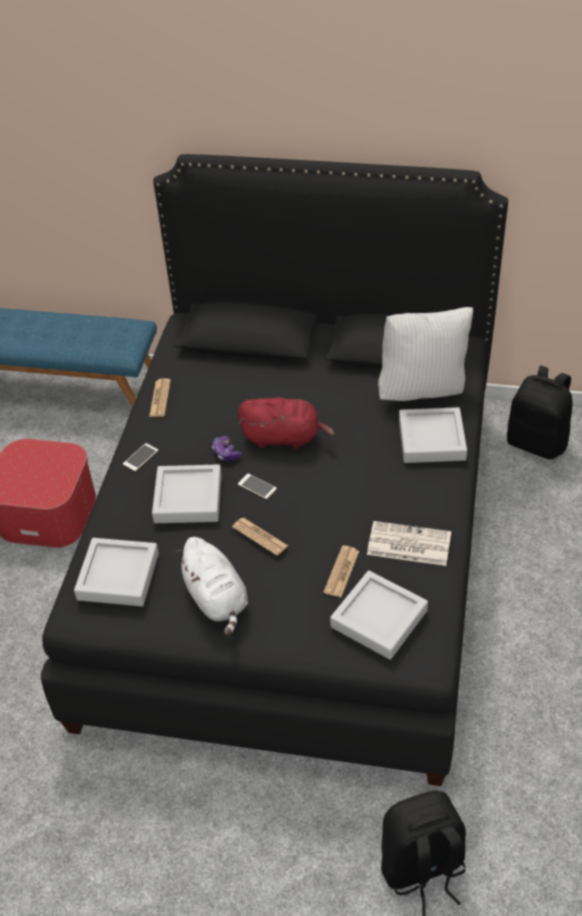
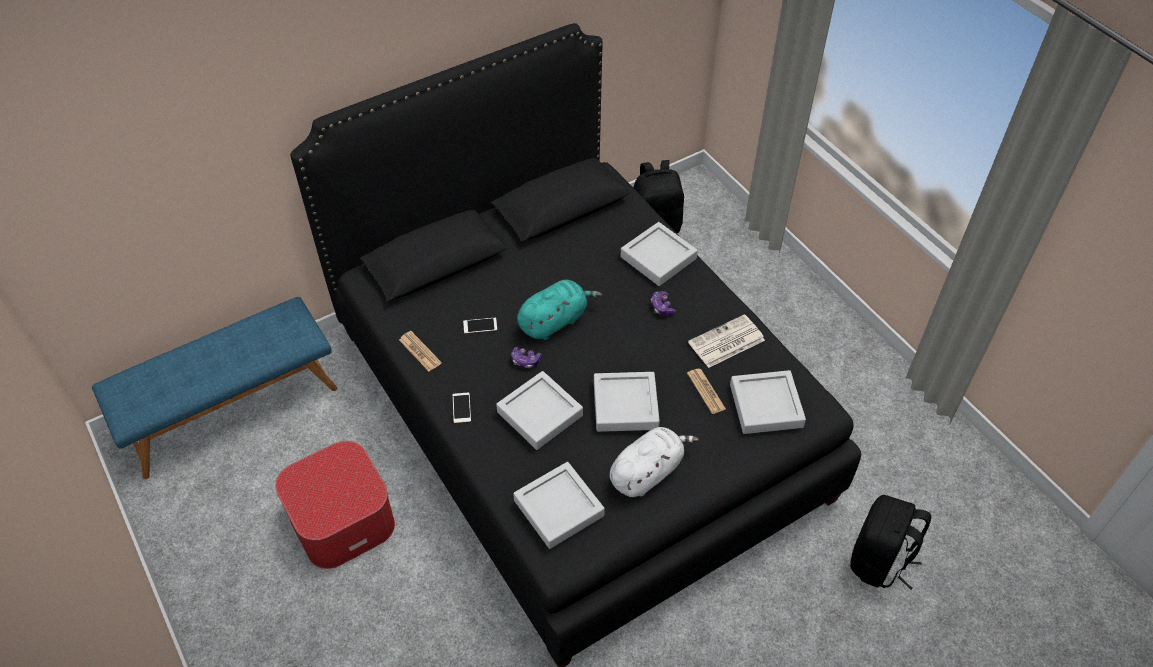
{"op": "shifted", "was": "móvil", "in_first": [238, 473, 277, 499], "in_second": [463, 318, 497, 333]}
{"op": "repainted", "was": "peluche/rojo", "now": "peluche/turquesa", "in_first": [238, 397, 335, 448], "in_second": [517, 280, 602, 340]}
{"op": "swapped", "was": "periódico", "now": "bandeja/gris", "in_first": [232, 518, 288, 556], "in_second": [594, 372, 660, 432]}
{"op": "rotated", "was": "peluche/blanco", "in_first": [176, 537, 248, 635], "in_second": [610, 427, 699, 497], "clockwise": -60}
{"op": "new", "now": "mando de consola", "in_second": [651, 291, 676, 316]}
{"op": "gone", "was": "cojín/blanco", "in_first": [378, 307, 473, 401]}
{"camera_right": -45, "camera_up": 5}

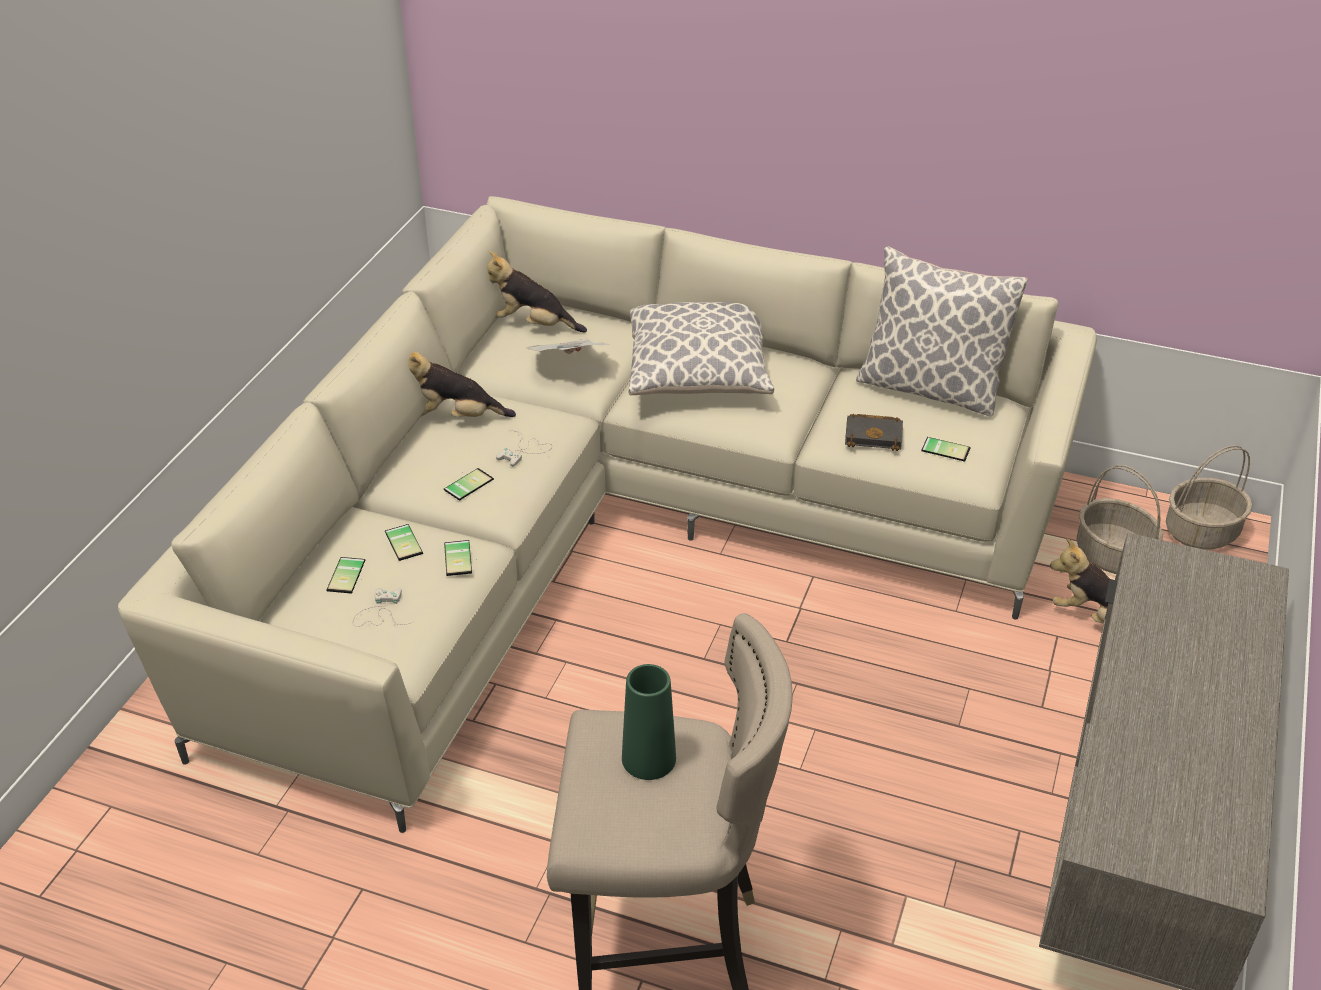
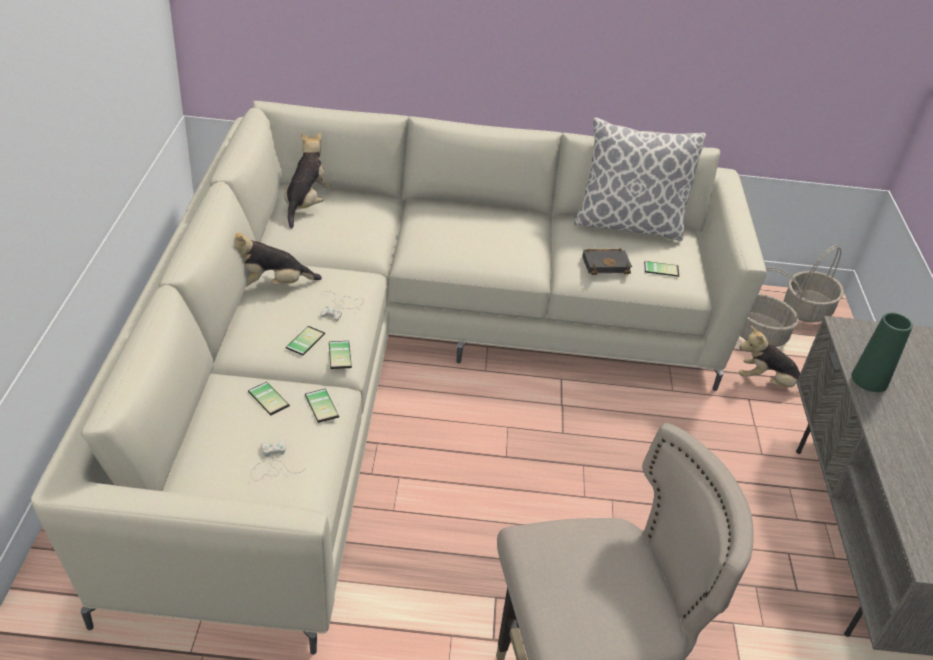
{"op": "rotated", "was": "peluche", "in_first": [488, 251, 587, 333], "in_second": [284, 133, 331, 229], "clockwise": 105}
{"op": "shifted", "was": "móvil", "in_first": [327, 557, 365, 594], "in_second": [329, 341, 352, 369]}
{"op": "shifted", "was": "florero/verde", "in_first": [622, 664, 676, 780], "in_second": [852, 312, 913, 392]}
{"op": "gone", "was": "periódico", "in_first": [527, 339, 608, 354]}
{"op": "gone", "was": "cojín", "in_first": [628, 302, 774, 395]}
{"camera_right": -20, "camera_up": 0}

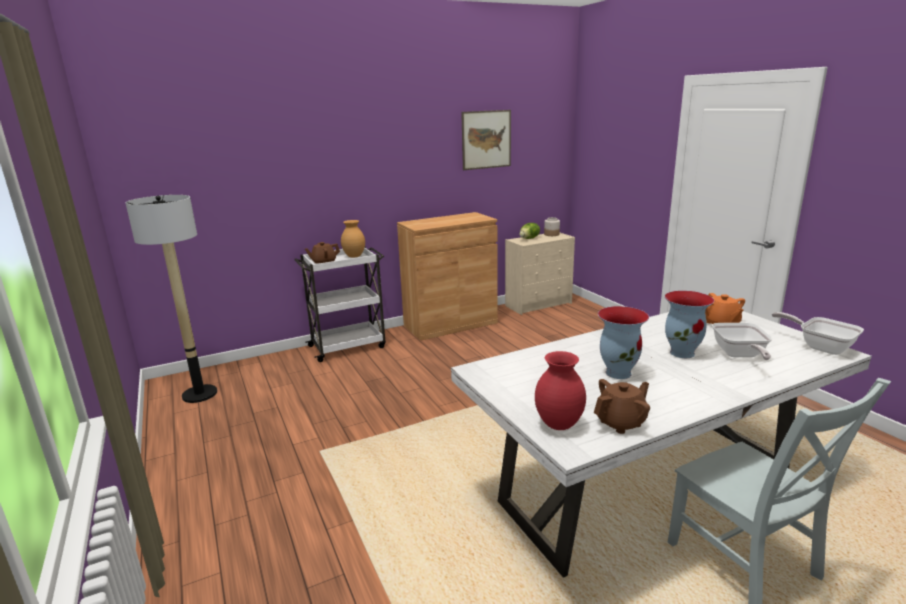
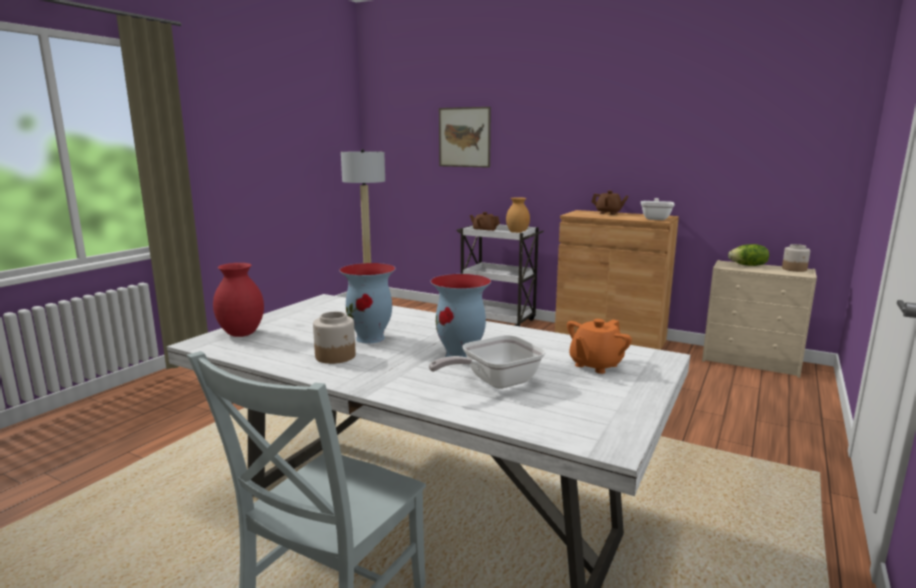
{"op": "new", "now": "tarro", "in_second": [313, 312, 356, 364]}
{"op": "shifted", "was": "cuadro", "in_first": [461, 110, 511, 170], "in_second": [439, 107, 491, 168]}
{"op": "shifted", "was": "tetera/marrón", "in_first": [594, 379, 650, 434], "in_second": [591, 191, 629, 215]}
{"op": "shifted", "was": "sartén", "in_first": [772, 312, 864, 355], "in_second": [641, 198, 675, 220]}
{"camera_right": 55, "camera_up": -5}

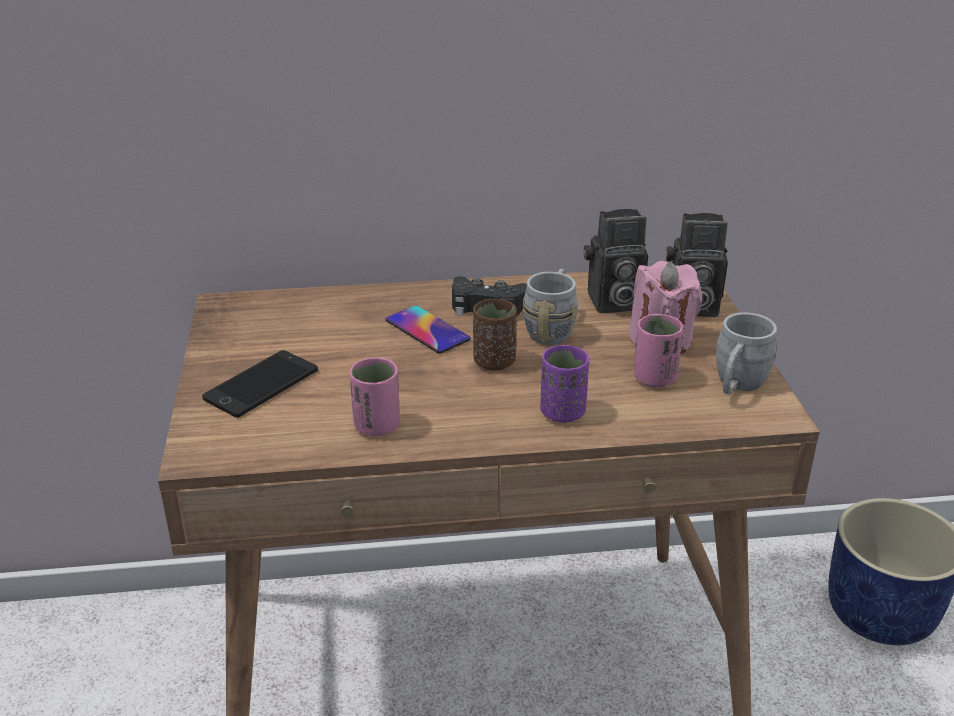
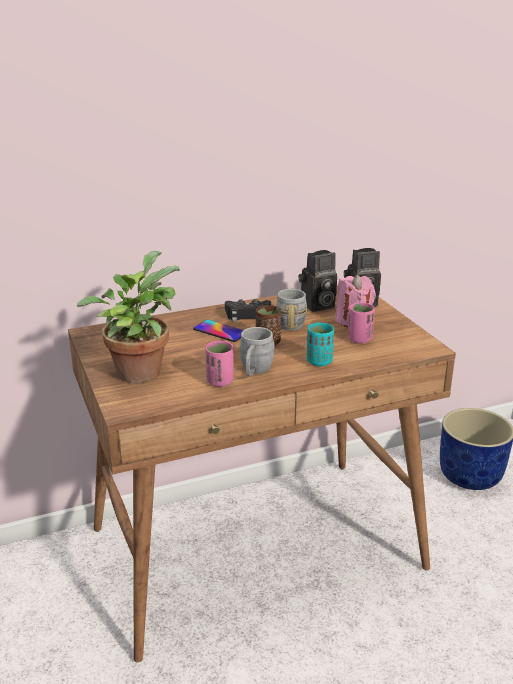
{"op": "swapped", "was": "móvil", "now": "planta en maceta", "in_first": [202, 350, 318, 418], "in_second": [77, 251, 180, 384]}
{"op": "shifted", "was": "taza grande/gris", "in_first": [716, 312, 778, 395], "in_second": [239, 327, 275, 376]}
{"op": "repainted", "was": "taza/morado", "now": "taza/turquesa", "in_first": [540, 345, 589, 423], "in_second": [307, 323, 334, 366]}
{"camera_right": -15, "camera_up": -5}

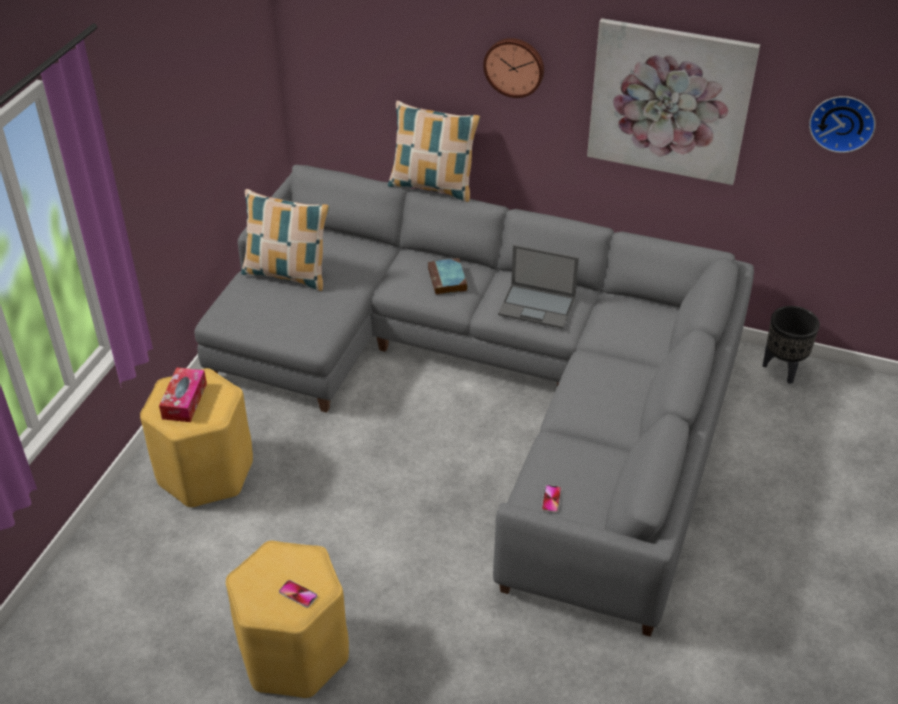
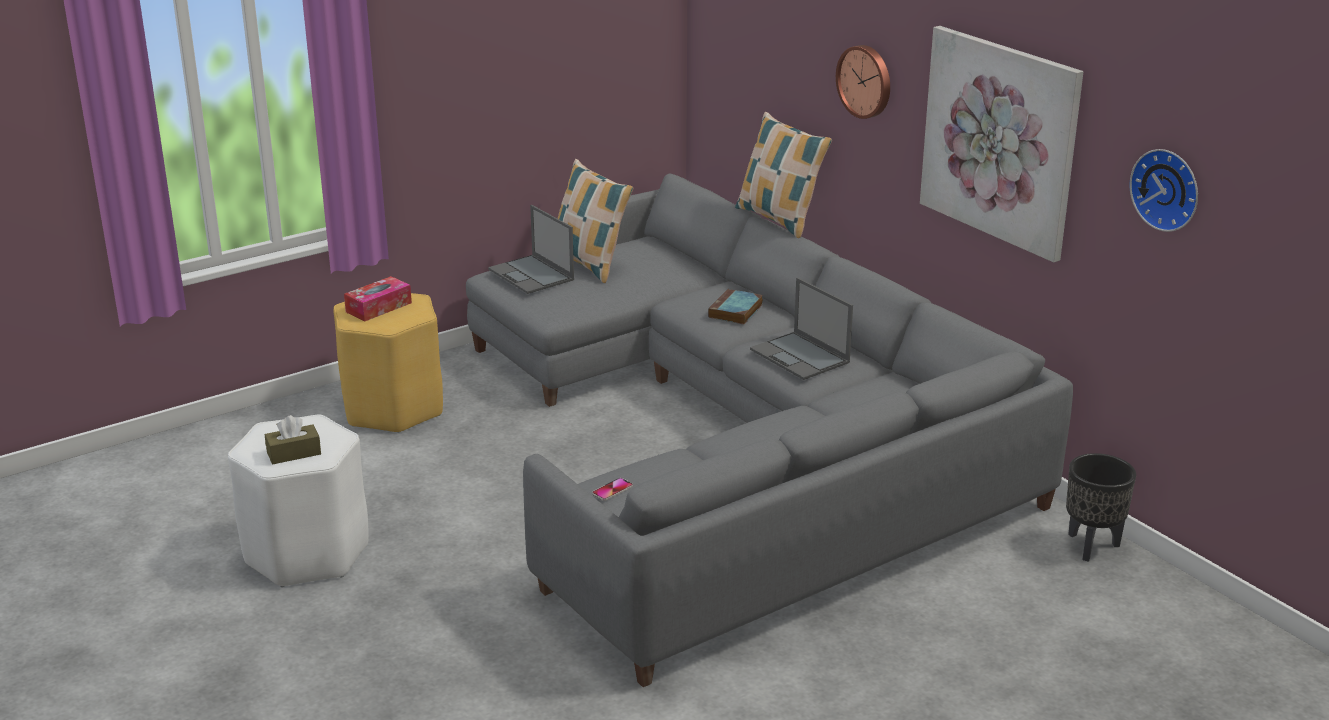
{"op": "repainted", "was": "taburete/amarillo", "now": "taburete/blanco", "in_first": [226, 541, 349, 698], "in_second": [228, 415, 369, 587]}
{"op": "swapped", "was": "móvil", "now": "caja de pañuelos/marrón", "in_first": [279, 580, 318, 608], "in_second": [265, 415, 321, 464]}
{"op": "new", "now": "portátil", "in_second": [488, 205, 574, 294]}
{"camera_right": 35, "camera_up": -15}

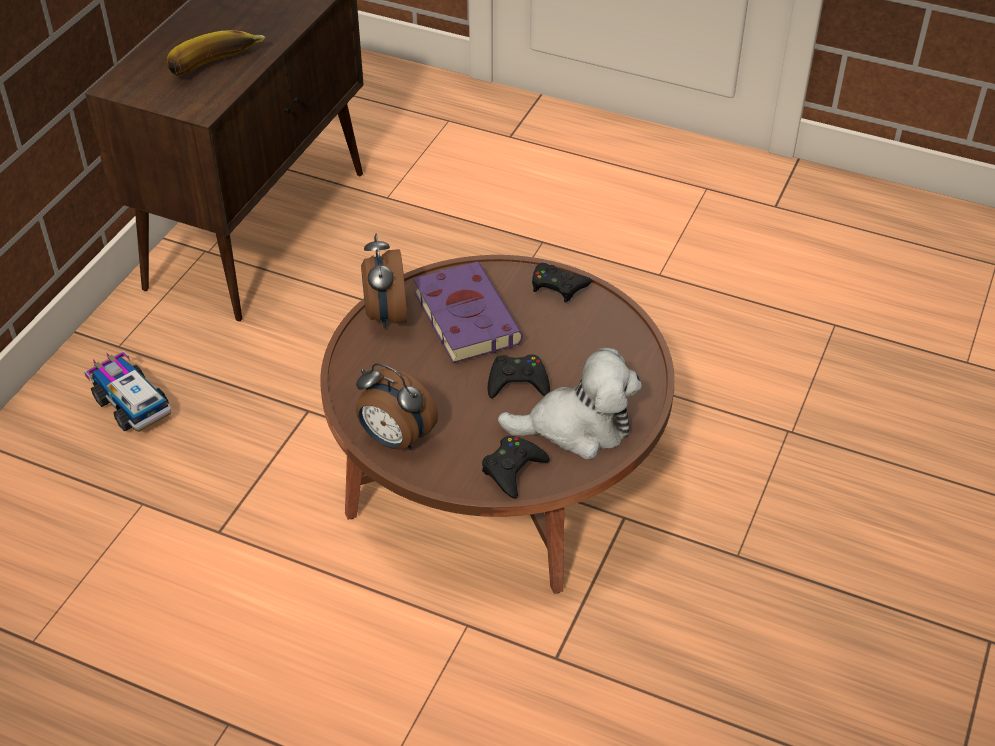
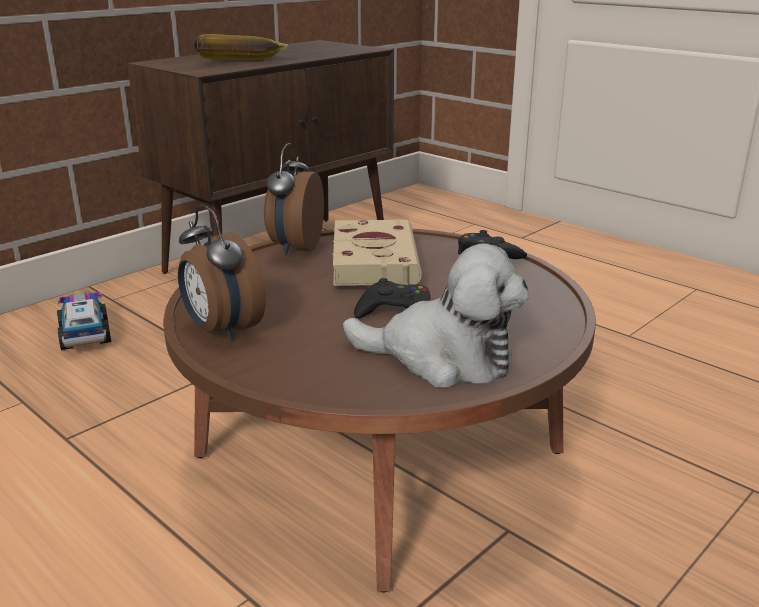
{"op": "repainted", "was": "libro/morado", "now": "libro/beis", "in_first": [413, 262, 523, 363], "in_second": [332, 219, 422, 286]}
{"op": "gone", "was": "mando de consola/negro", "in_first": [482, 436, 550, 499]}
{"camera_right": 20, "camera_up": -20}

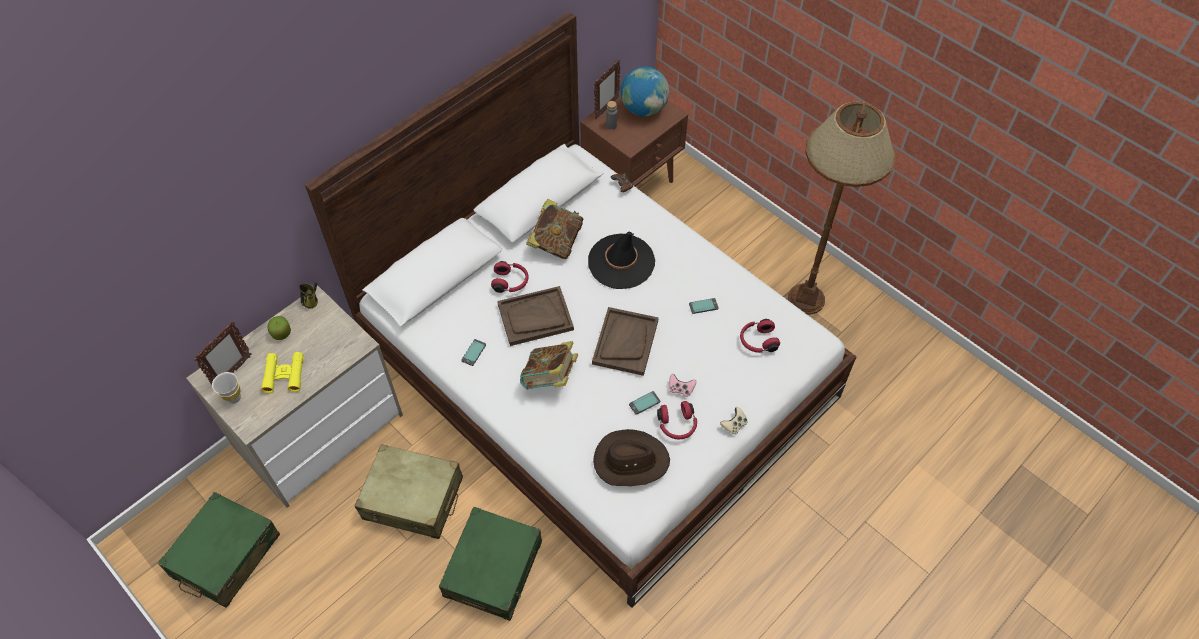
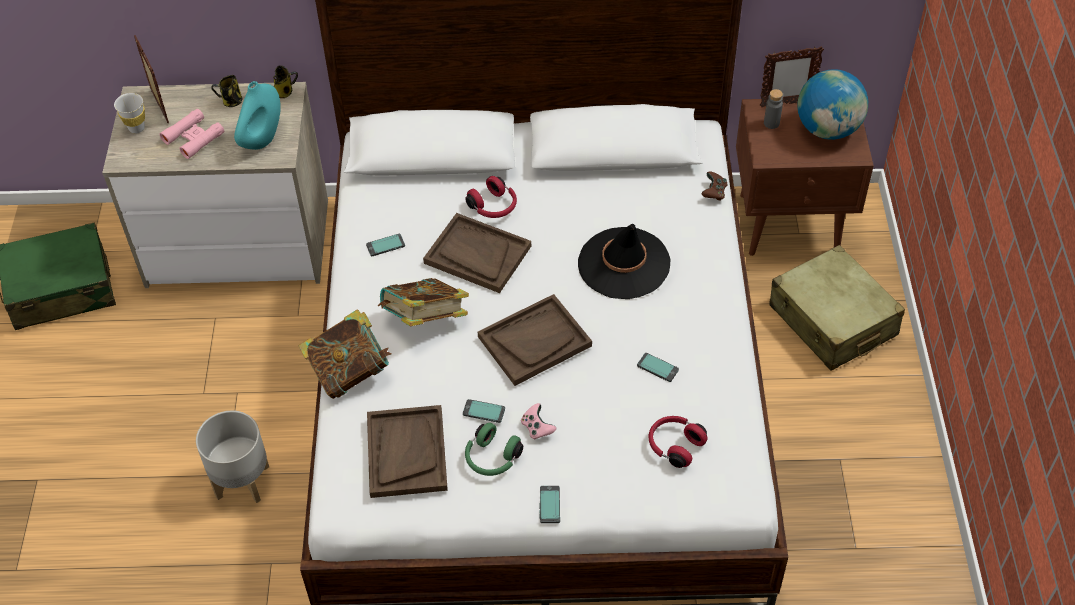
{"op": "rotated", "was": "portarretratos", "in_first": [194, 321, 251, 384], "in_second": [134, 35, 169, 123], "clockwise": -105}
{"op": "repainted", "was": "prismáticos/amarillo", "now": "prismáticos/rosa", "in_first": [261, 352, 304, 393], "in_second": [159, 109, 224, 159]}
{"op": "swapped", "was": "maleta/verde", "now": "maceta/gris", "in_first": [439, 507, 542, 621], "in_second": [196, 410, 269, 503]}
{"op": "swapped", "was": "manzana", "now": "taza grande", "in_first": [268, 316, 291, 340], "in_second": [211, 75, 243, 107]}
{"op": "new", "now": "florero/turquesa", "in_second": [234, 81, 281, 150]}
{"op": "shifted", "was": "libro", "in_first": [526, 199, 583, 259], "in_second": [298, 310, 392, 399]}
{"op": "swapped", "was": "sombrero/marrón", "now": "bandeja/marrón", "in_first": [593, 429, 670, 486], "in_second": [367, 405, 448, 498]}
{"op": "repainted", "was": "auriculares/rojo", "now": "auriculares/verde", "in_first": [657, 401, 697, 440], "in_second": [465, 423, 523, 476]}
{"op": "swapped", "was": "mando de consola/beis", "now": "móvil", "in_first": [720, 407, 748, 434], "in_second": [539, 486, 560, 523]}
{"op": "shifted", "was": "maleta/beis", "in_first": [355, 444, 463, 539], "in_second": [769, 245, 905, 371]}
{"op": "gone", "was": "lámpara de pie/marrón", "in_first": [788, 102, 895, 315]}
{"camera_right": 45, "camera_up": -5}

